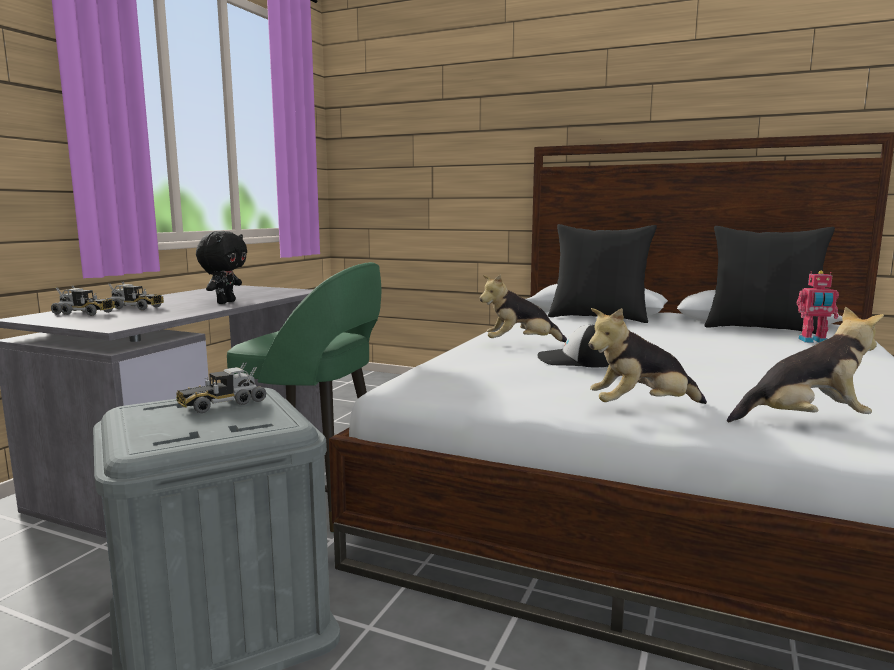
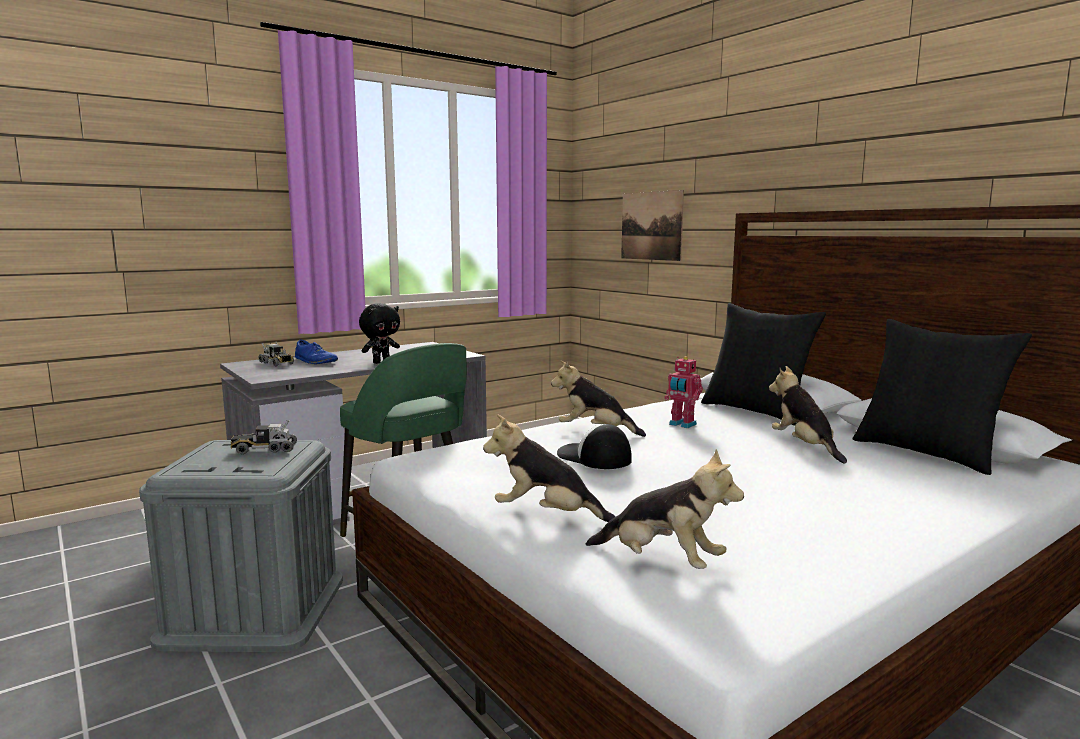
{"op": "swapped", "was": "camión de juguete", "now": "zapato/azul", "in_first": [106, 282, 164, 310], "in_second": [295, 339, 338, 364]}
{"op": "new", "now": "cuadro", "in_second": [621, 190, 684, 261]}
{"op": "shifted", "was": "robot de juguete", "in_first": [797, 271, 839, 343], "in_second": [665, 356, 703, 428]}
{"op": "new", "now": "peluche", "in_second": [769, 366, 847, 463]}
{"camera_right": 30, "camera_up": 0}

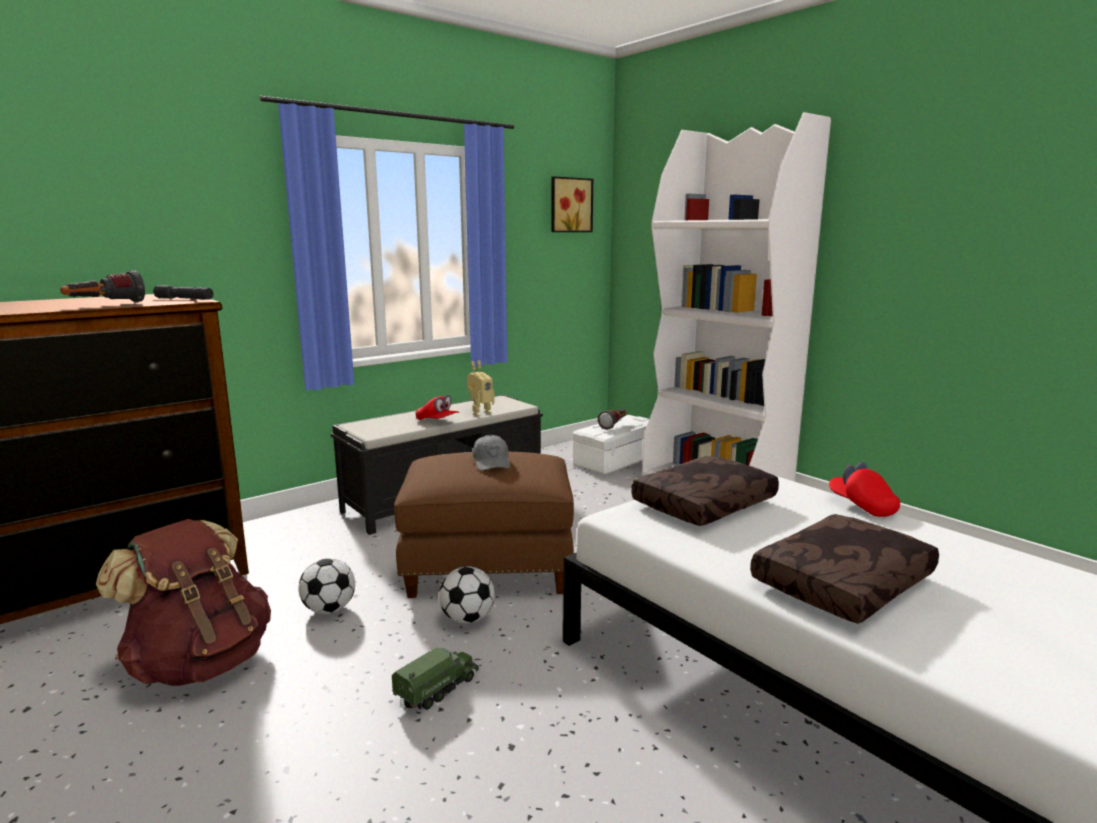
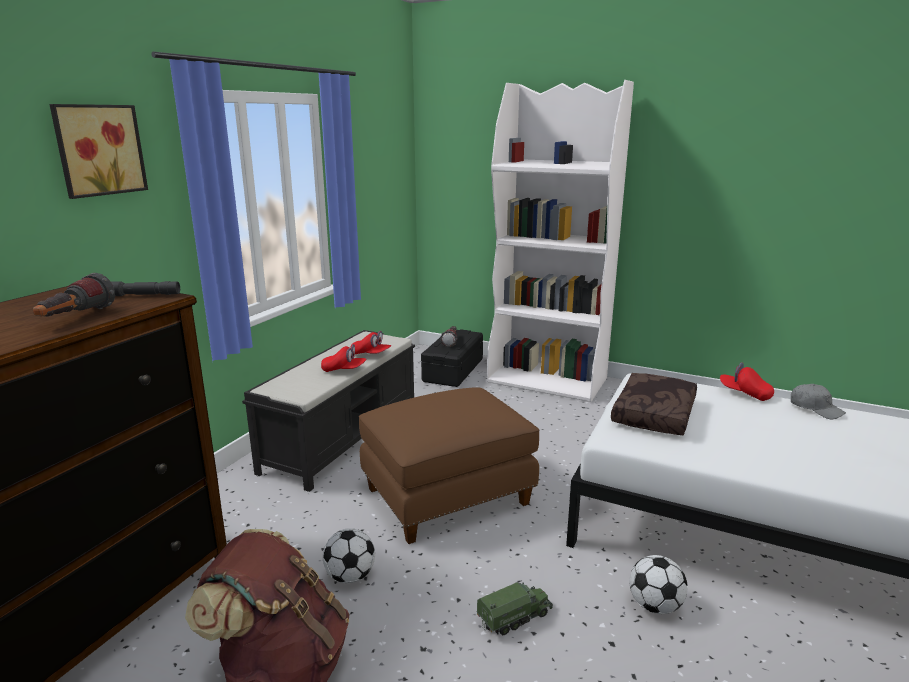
{"op": "shifted", "was": "cuadro", "in_first": [551, 176, 593, 232], "in_second": [49, 104, 148, 199]}
{"op": "swapped", "was": "robot de juguete", "now": "gorra/rojo", "in_first": [467, 360, 495, 417], "in_second": [350, 331, 391, 354]}
{"op": "repainted", "was": "caja de almacenaje/blanco", "now": "caja de almacenaje/negro", "in_first": [573, 415, 649, 475], "in_second": [421, 329, 483, 387]}
{"op": "rotated", "was": "camión de juguete", "in_first": [392, 647, 479, 710], "in_second": [476, 582, 553, 635], "clockwise": 45}
{"op": "shifted", "was": "balón de fútbol", "in_first": [439, 566, 495, 624], "in_second": [630, 555, 688, 614]}
{"op": "shifted", "was": "gorra/gris", "in_first": [473, 435, 510, 471], "in_second": [791, 384, 846, 419]}
{"op": "gone", "was": "cojín/marrón", "in_first": [750, 514, 939, 624]}
{"camera_right": -25, "camera_up": 5}

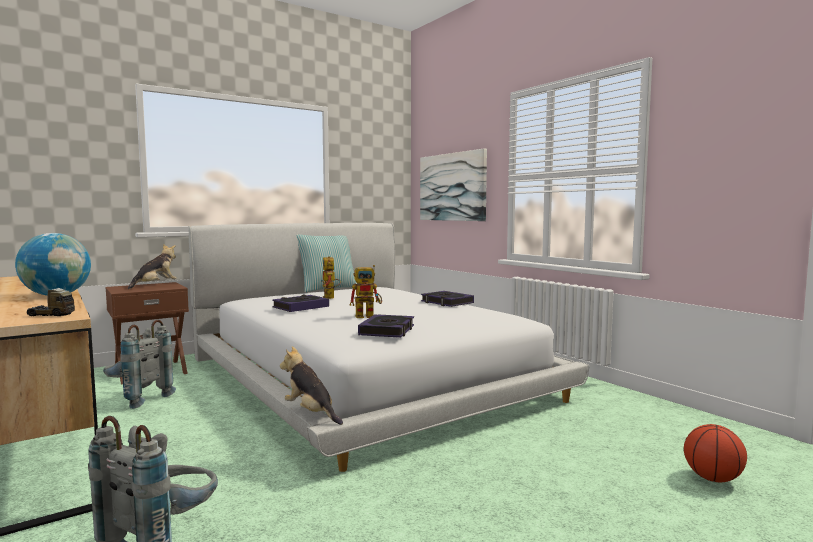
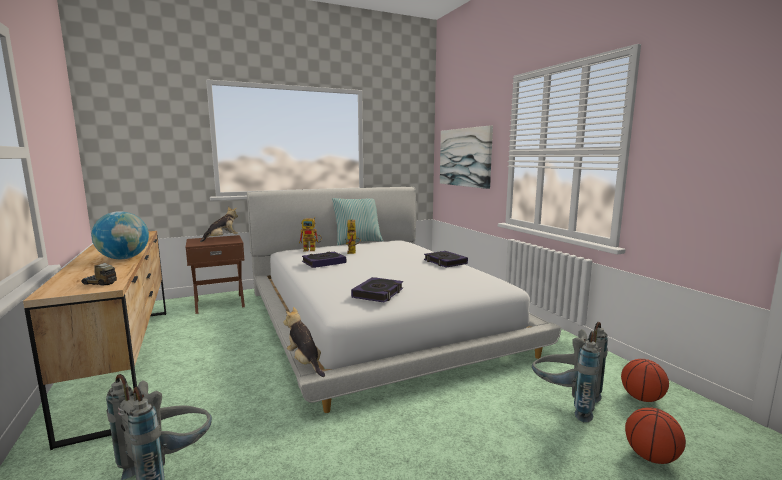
{"op": "shifted", "was": "robot de juguete", "in_first": [349, 265, 382, 318], "in_second": [299, 217, 322, 251]}
{"op": "shifted", "was": "mochila/gris", "in_first": [103, 320, 176, 409], "in_second": [532, 322, 608, 422]}
{"op": "new", "now": "balón de baloncesto", "in_second": [621, 359, 669, 402]}
{"camera_right": 10, "camera_up": 5}

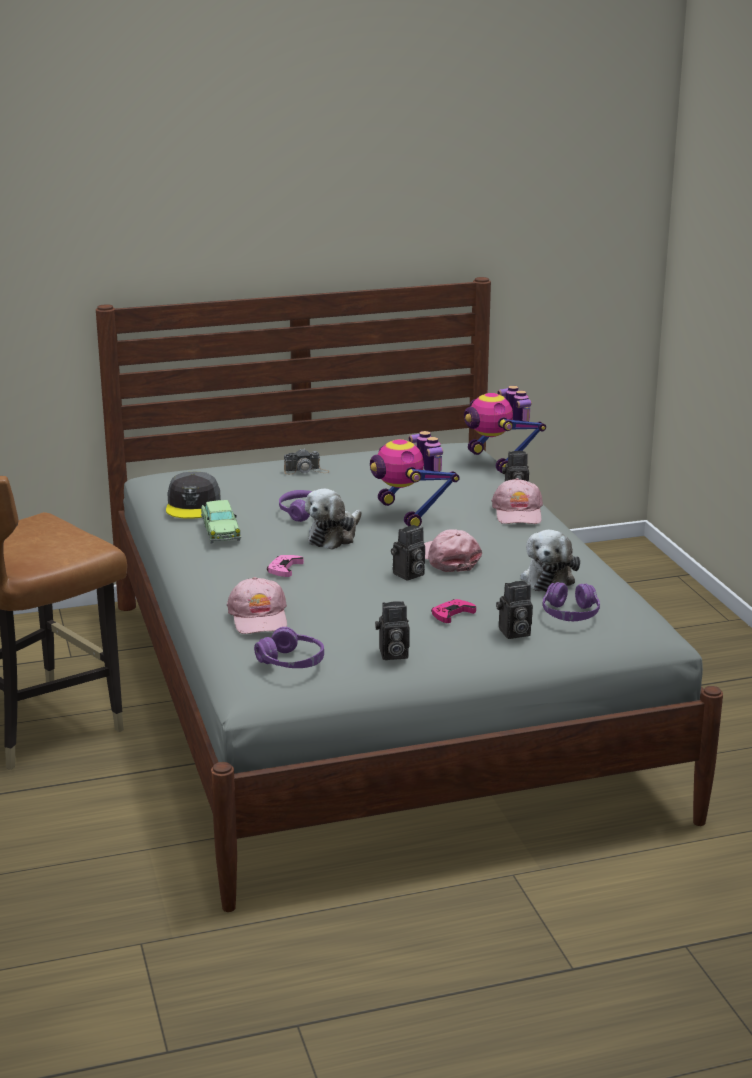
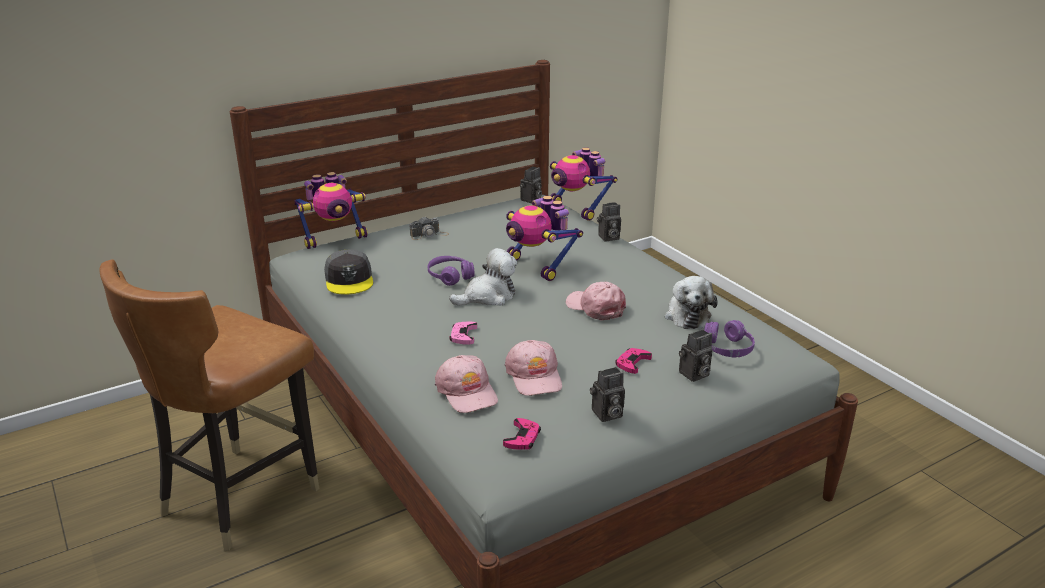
{"op": "new", "now": "robot de juguete", "in_second": [294, 172, 368, 249]}
{"op": "rotated", "was": "peluche", "in_first": [305, 489, 362, 550], "in_second": [449, 248, 517, 306], "clockwise": -135}
{"op": "swapped", "was": "auriculares/morado", "now": "mando de consola/rosa", "in_first": [254, 627, 324, 668], "in_second": [503, 418, 541, 450]}
{"op": "shifted", "was": "gorra/rosa", "in_first": [491, 478, 543, 524], "in_second": [504, 340, 562, 396]}
{"op": "shifted", "was": "cámara", "in_first": [391, 525, 425, 580], "in_second": [520, 167, 542, 203]}
{"op": "gone", "was": "coche de juguete", "in_first": [201, 500, 241, 544]}
{"camera_right": -15, "camera_up": 5}

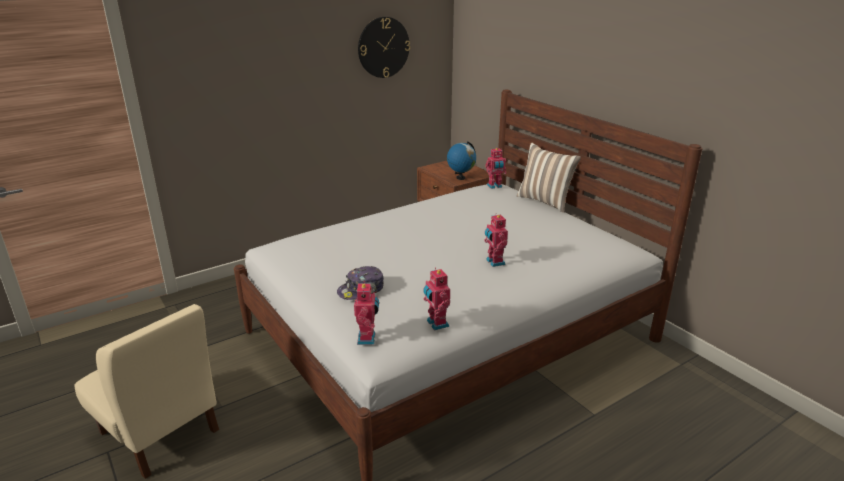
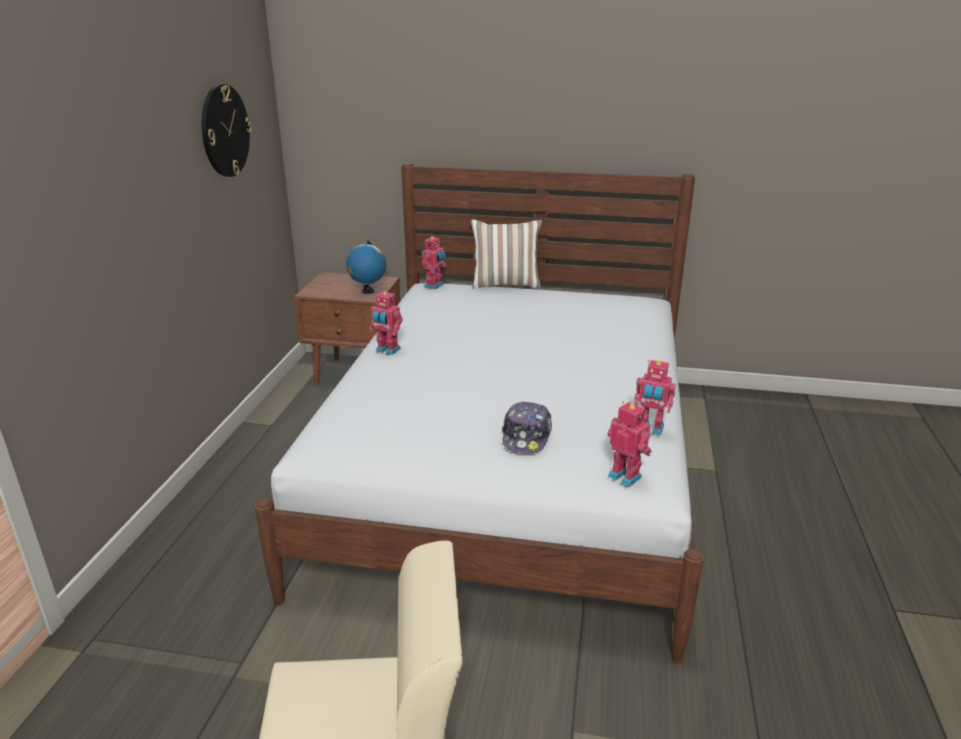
{"op": "shifted", "was": "robot de juguete", "in_first": [484, 213, 508, 267], "in_second": [370, 291, 403, 355]}
{"camera_right": -45, "camera_up": 0}

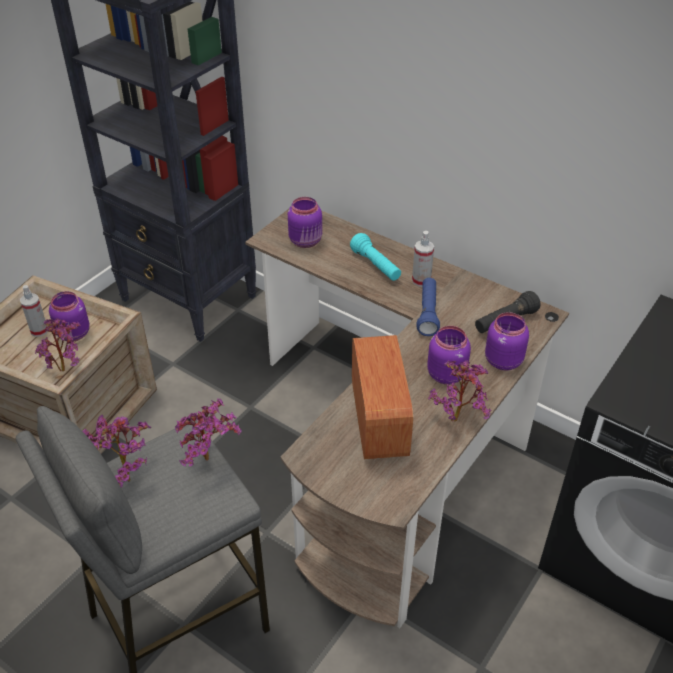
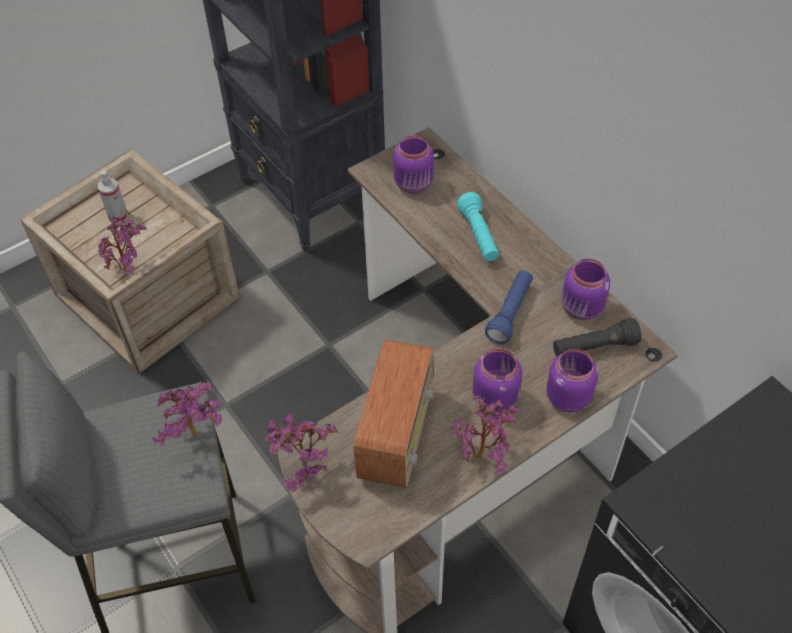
{"op": "shifted", "was": "planta en maceta", "in_first": [83, 415, 151, 487], "in_second": [265, 412, 339, 492]}
{"op": "shifted", "was": "tarro/morado", "in_first": [49, 291, 90, 342], "in_second": [561, 259, 610, 320]}
{"op": "gone", "was": "pulverizador", "in_first": [412, 231, 434, 287]}
{"camera_right": 20, "camera_up": 10}

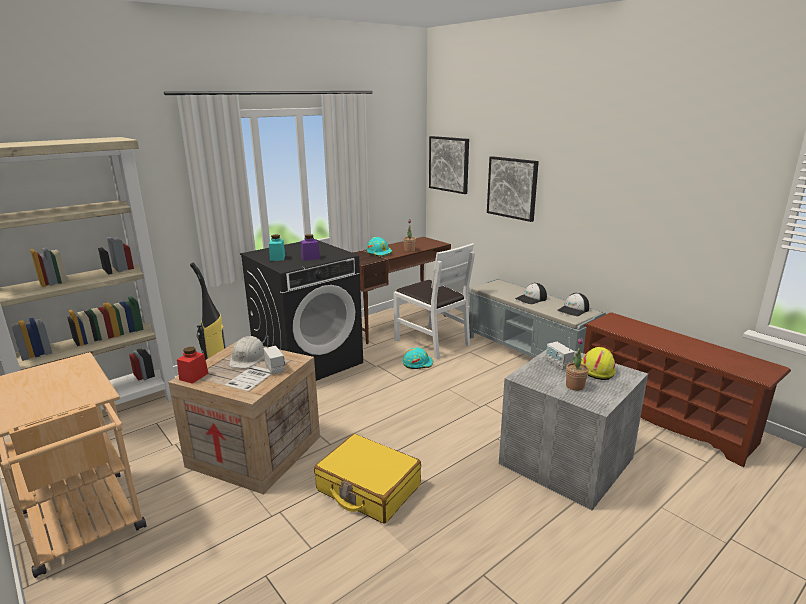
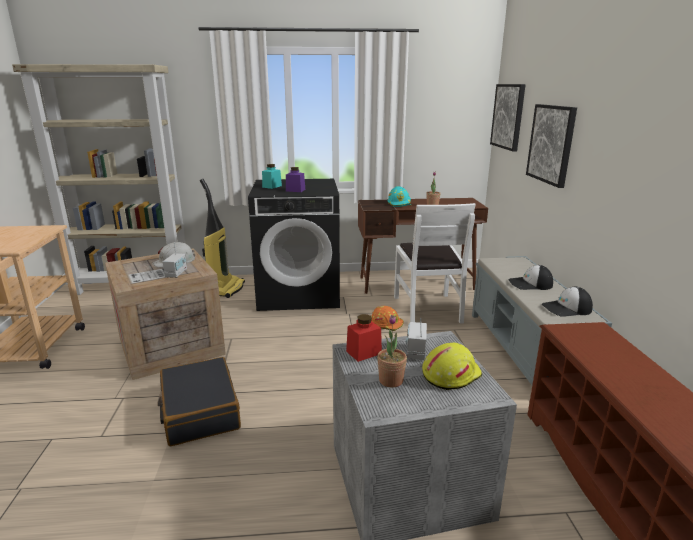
{"op": "repainted", "was": "maleta/amarillo", "now": "maleta/negro", "in_first": [314, 434, 421, 524], "in_second": [157, 357, 241, 446]}
{"op": "shifted", "was": "tarro/rojo", "in_first": [177, 347, 209, 384], "in_second": [346, 314, 382, 362]}
{"op": "repainted", "was": "casco/turquesa", "now": "casco/naranja", "in_first": [403, 348, 433, 369], "in_second": [371, 306, 404, 331]}
{"camera_right": 35, "camera_up": 0}

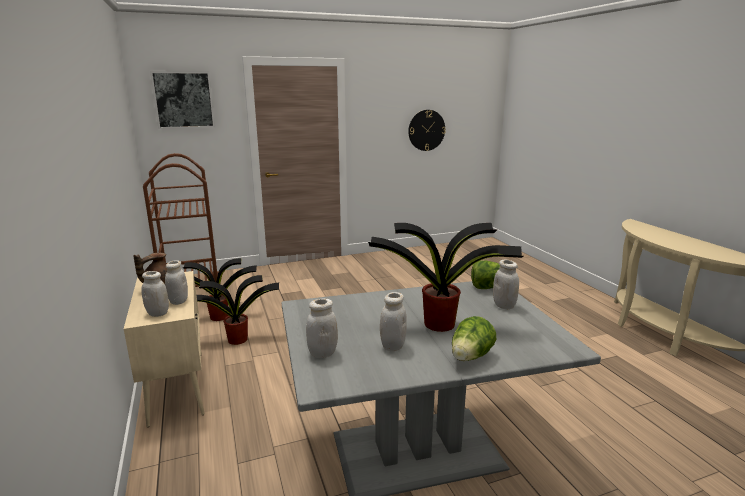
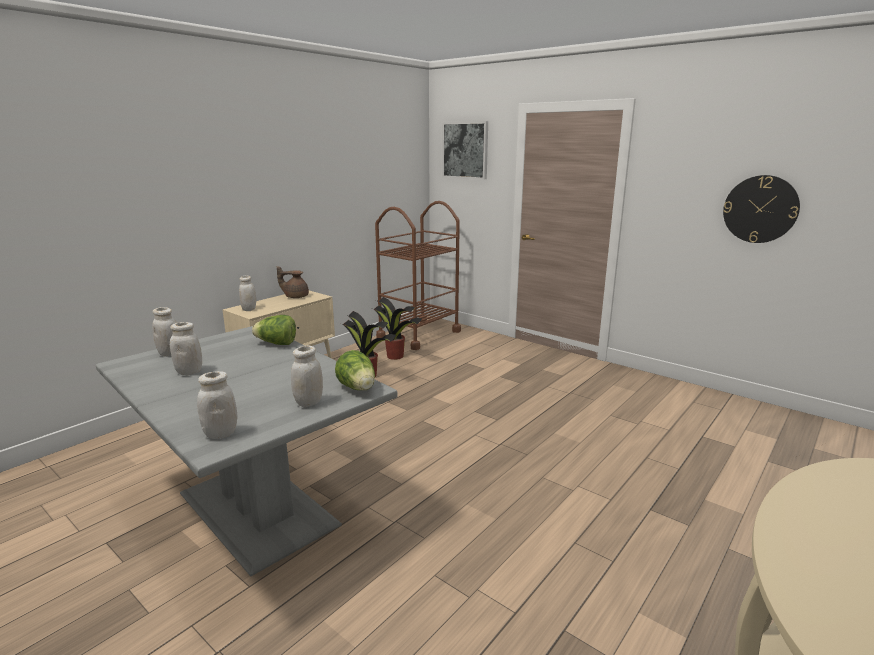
{"op": "shifted", "was": "tarro/blanco", "in_first": [165, 260, 188, 305], "in_second": [197, 371, 238, 439]}
{"op": "shifted", "was": "lechuga", "in_first": [452, 316, 496, 361], "in_second": [252, 315, 296, 345]}
{"op": "gone", "was": "planta en maceta", "in_first": [368, 223, 523, 332]}
{"camera_right": 60, "camera_up": 0}

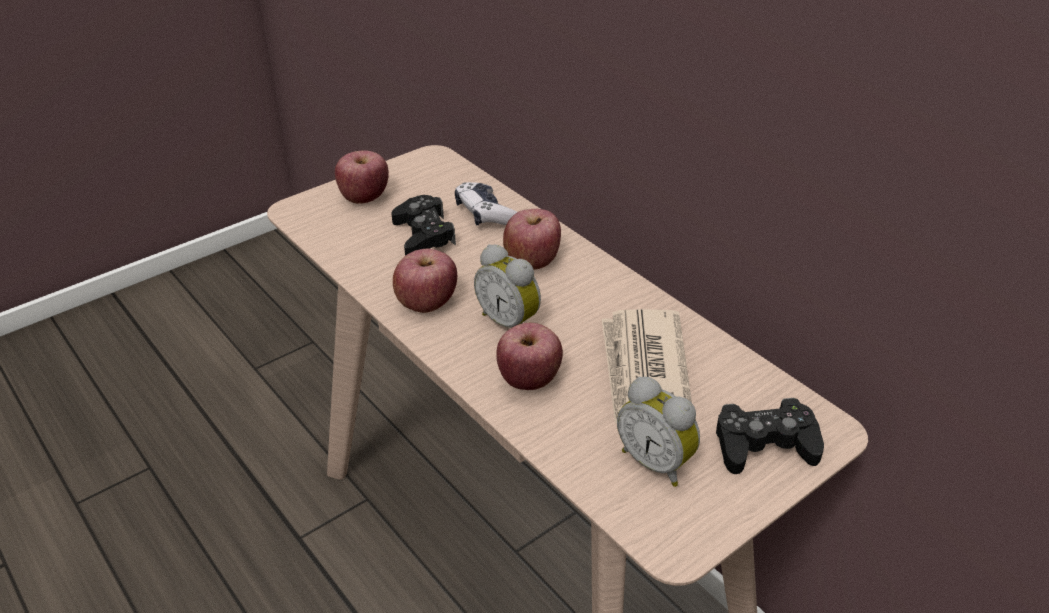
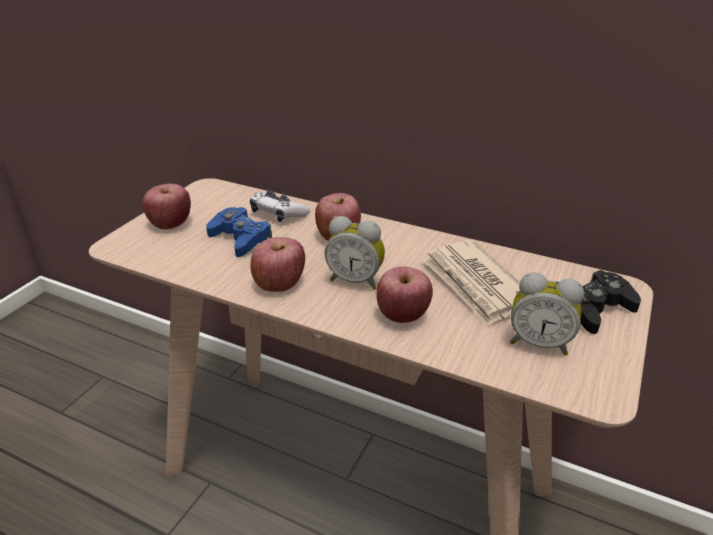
{"op": "repainted", "was": "mando de consola/negro", "now": "mando de consola/azul", "in_first": [392, 195, 456, 256], "in_second": [206, 207, 272, 257]}
{"camera_right": -25, "camera_up": -5}

